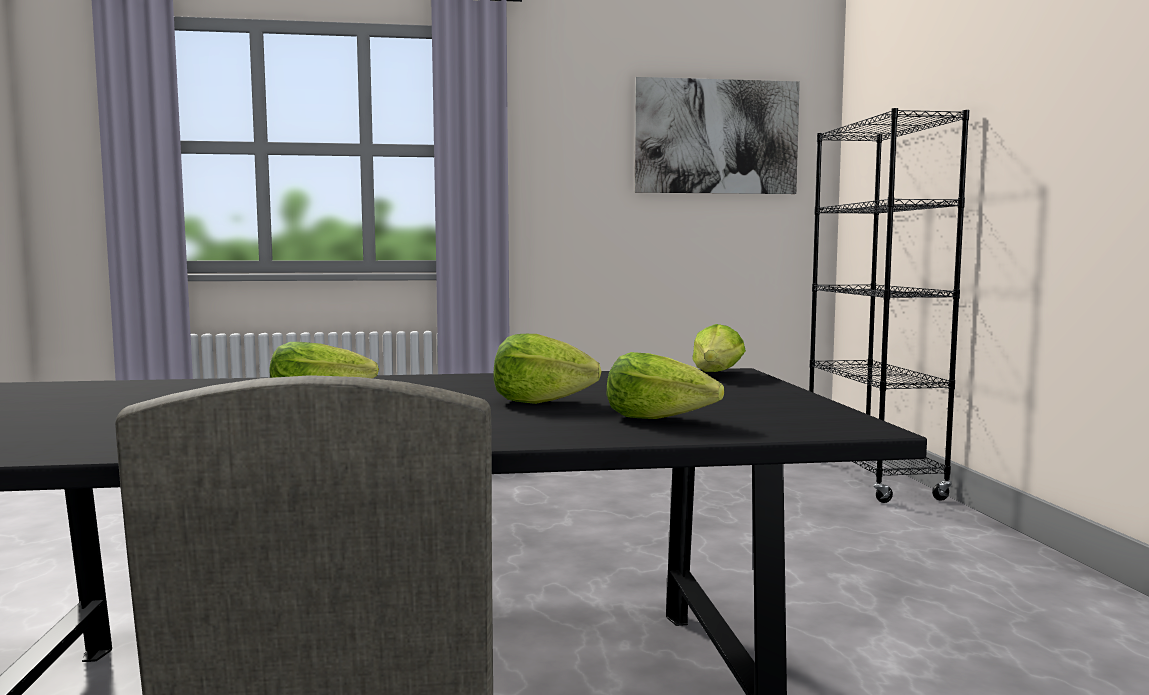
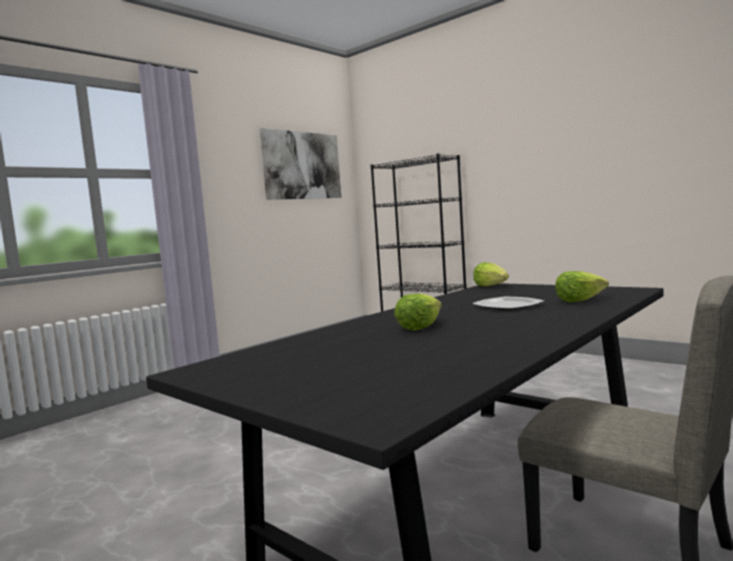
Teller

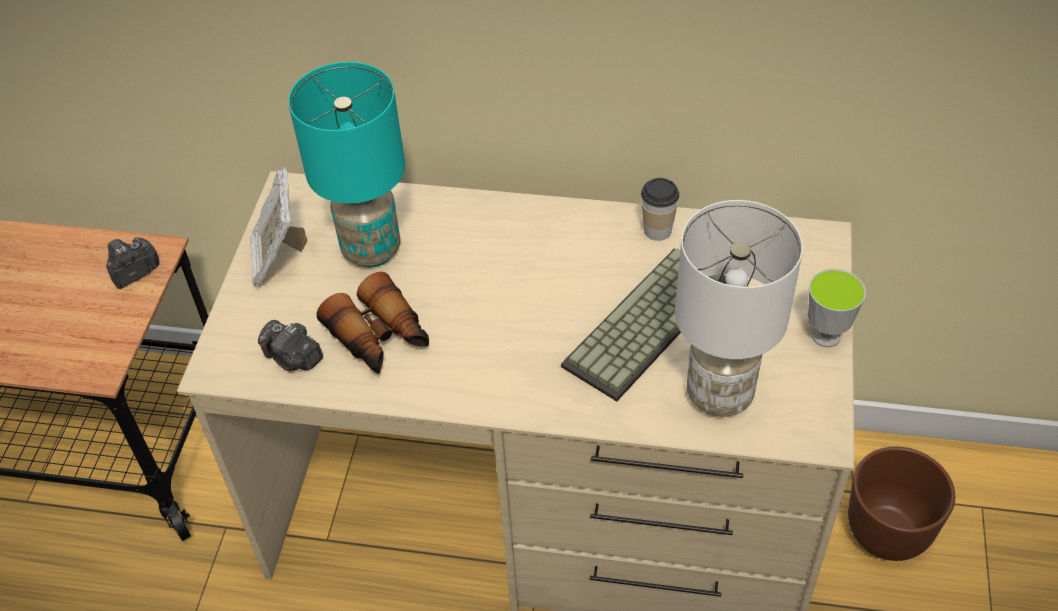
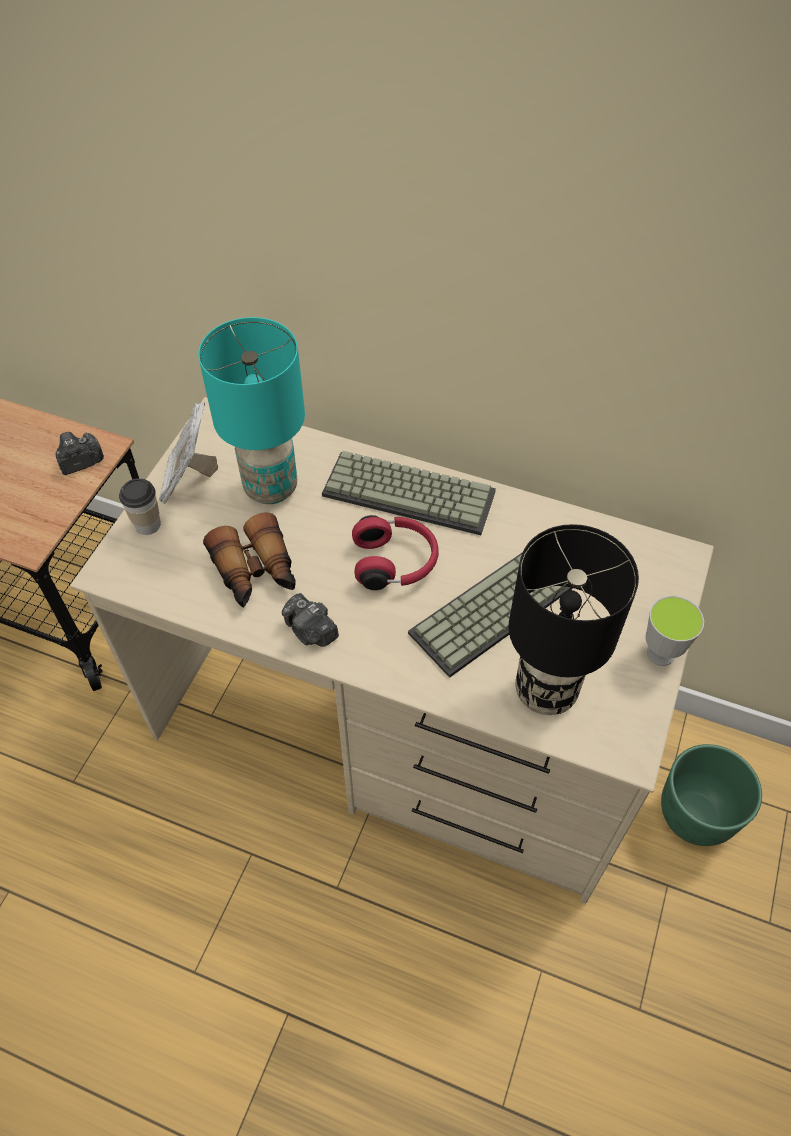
Kamera (2nd from left); Tasse (1st from left); Tischlampe/schwarz; Pflanzkübel/grün; Tastatur (1st from left); Kopfhörer/rot

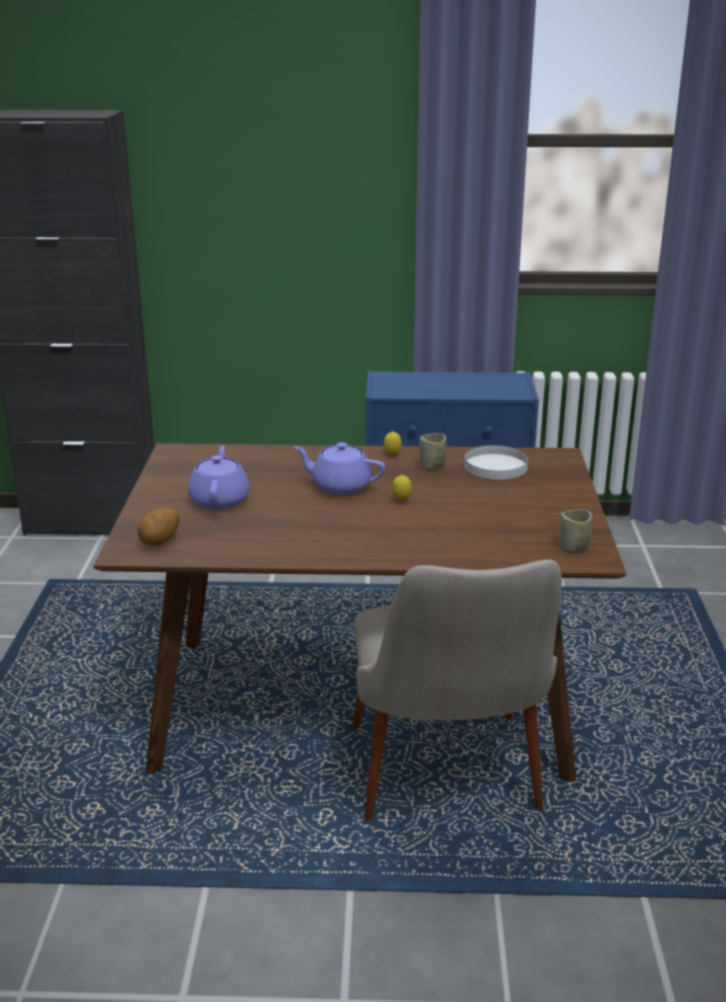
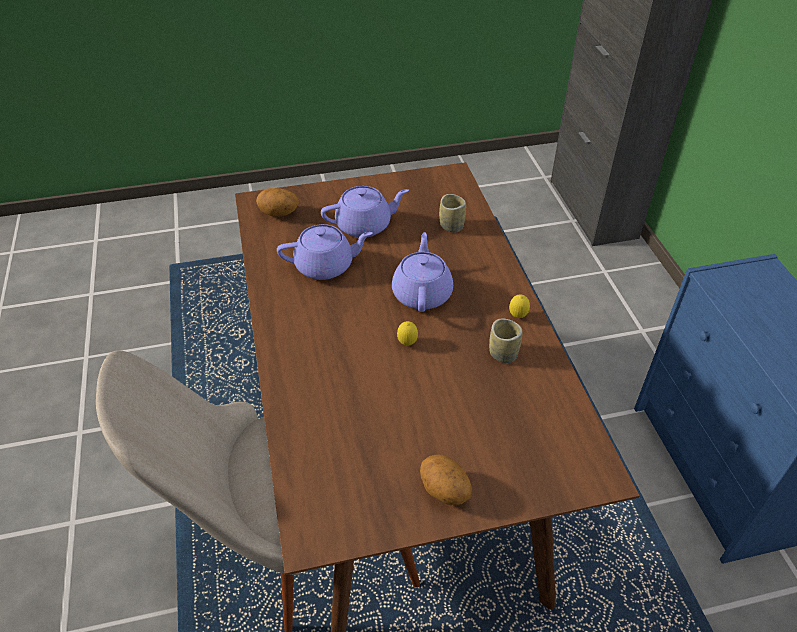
Teller/weiß; Tasse (1st from left); Teekanne/lila (1st from left); Kartoffel (2nd from left)

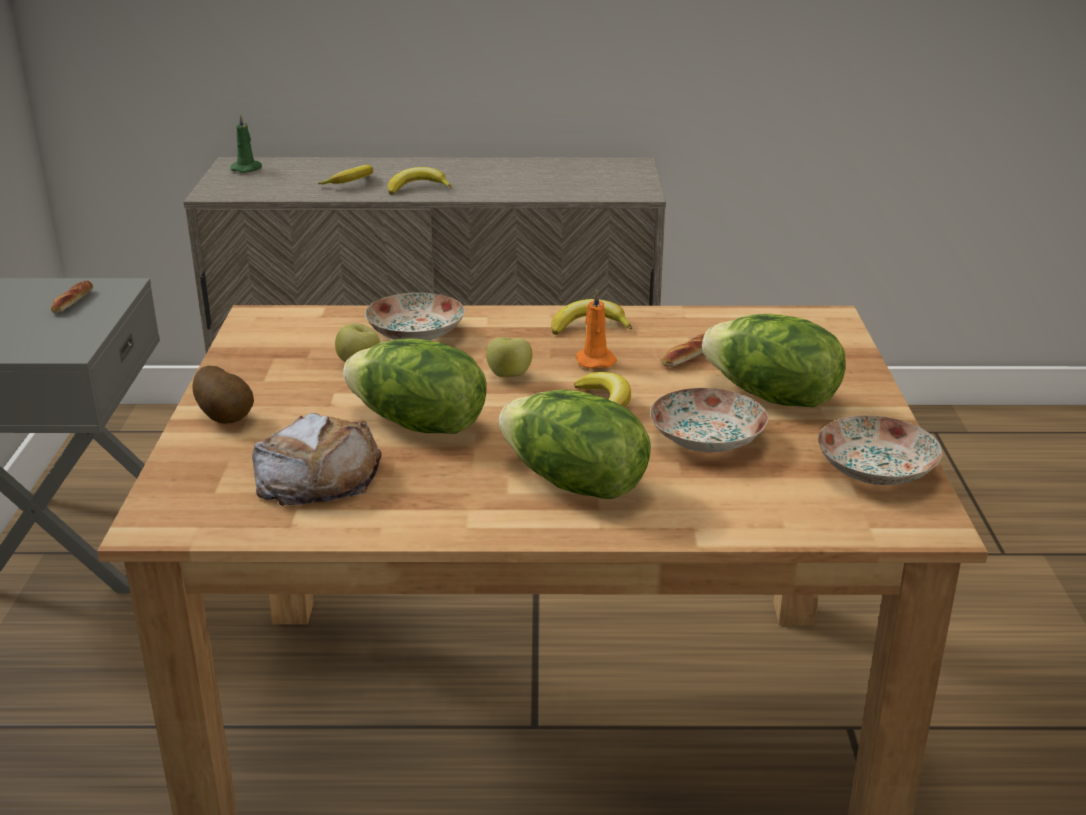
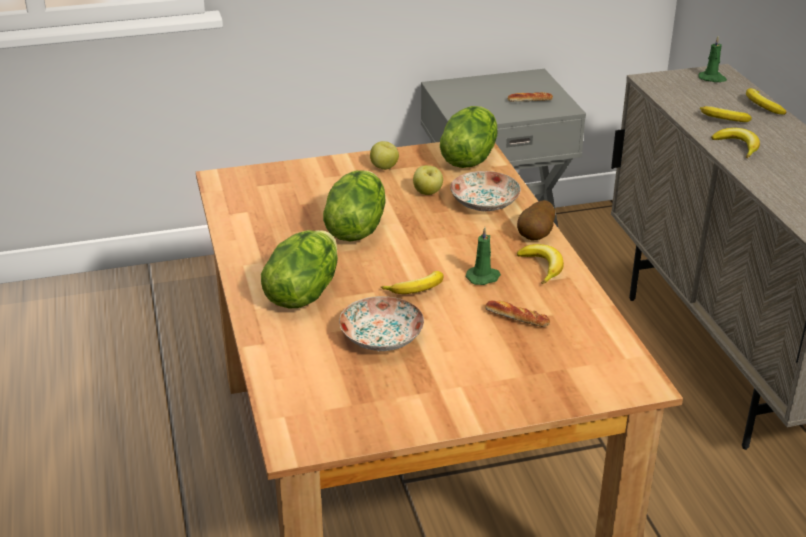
Kartoffel; Brot (2nd from left in the first image); Apfel (1st from left); Kerze/grün (1st from left); Salatkopf (3rd from left); Teller (3rd from left in the first image); Banane (5th from left)

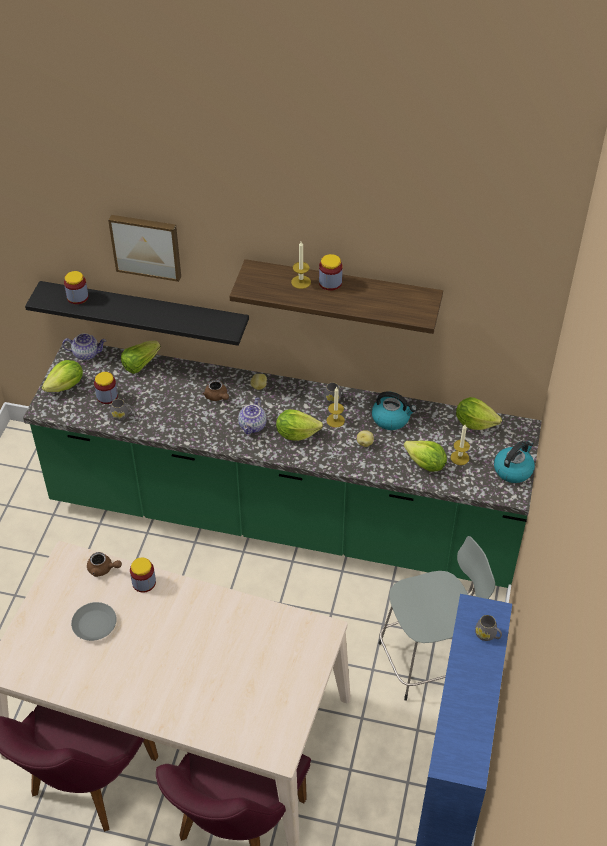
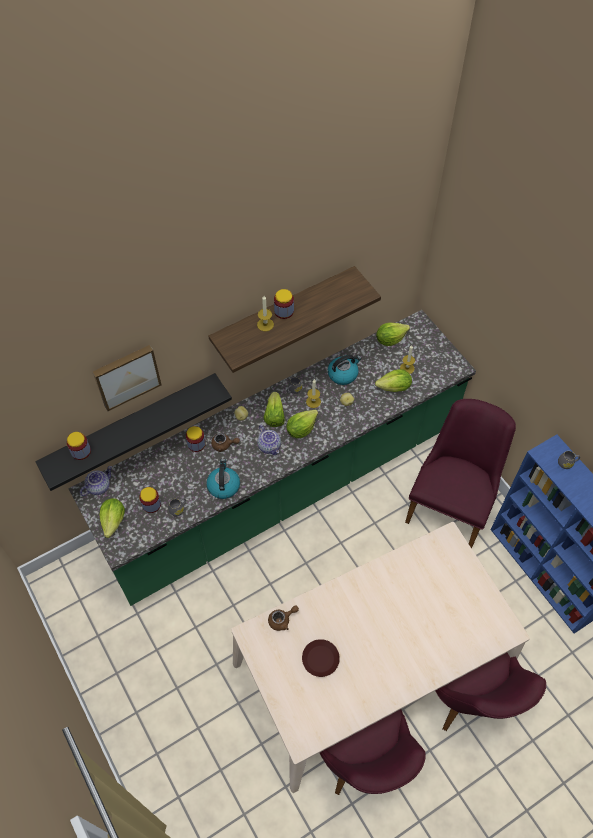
Teller/braun; Salatkopf (2nd from left); Vorratsglas (3rd from left); Stuhl/lila (2nd from left); Wasserkessel (1st from left)

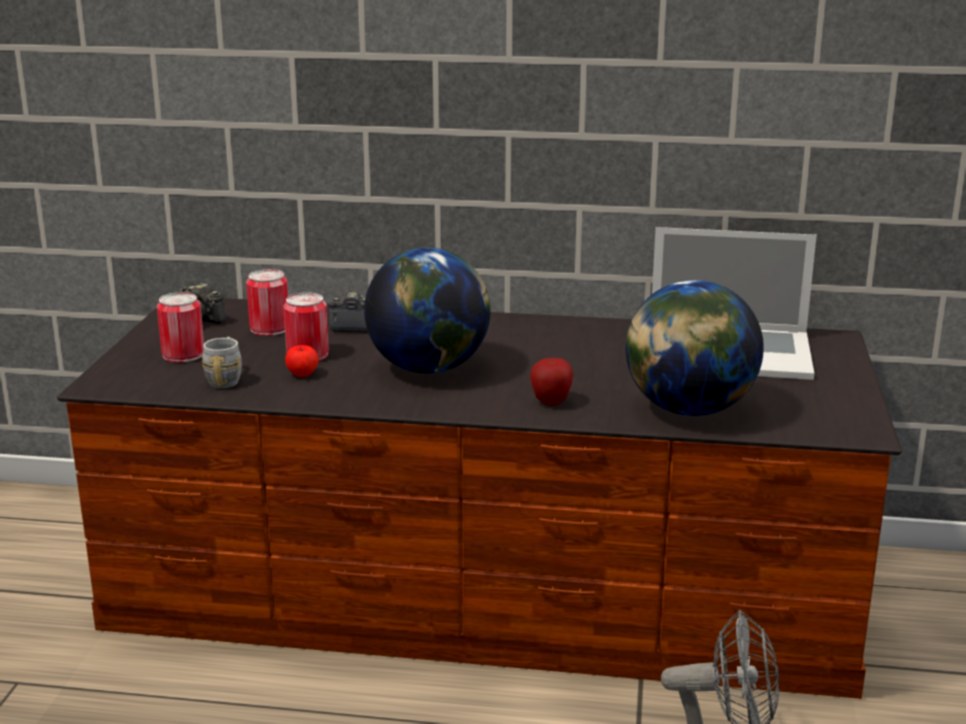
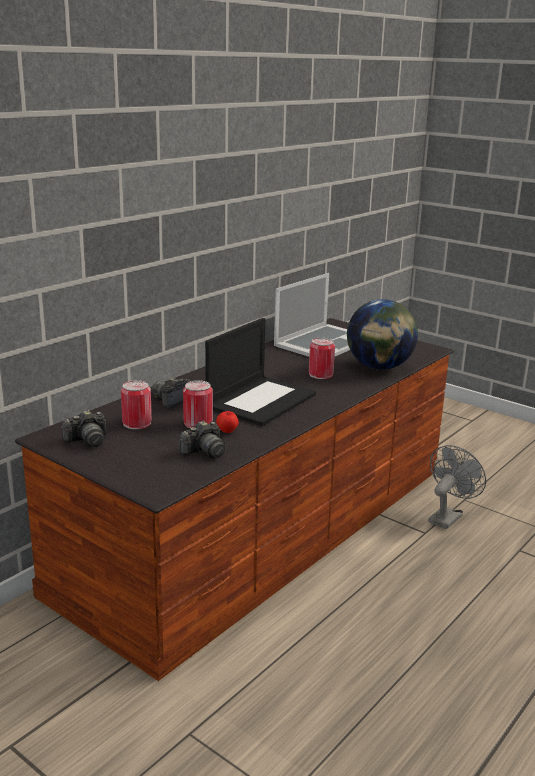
Dose (3rd from left); Kamera (3rd from left); Laptop (1st from left); Apfel (2nd from left in the first image)

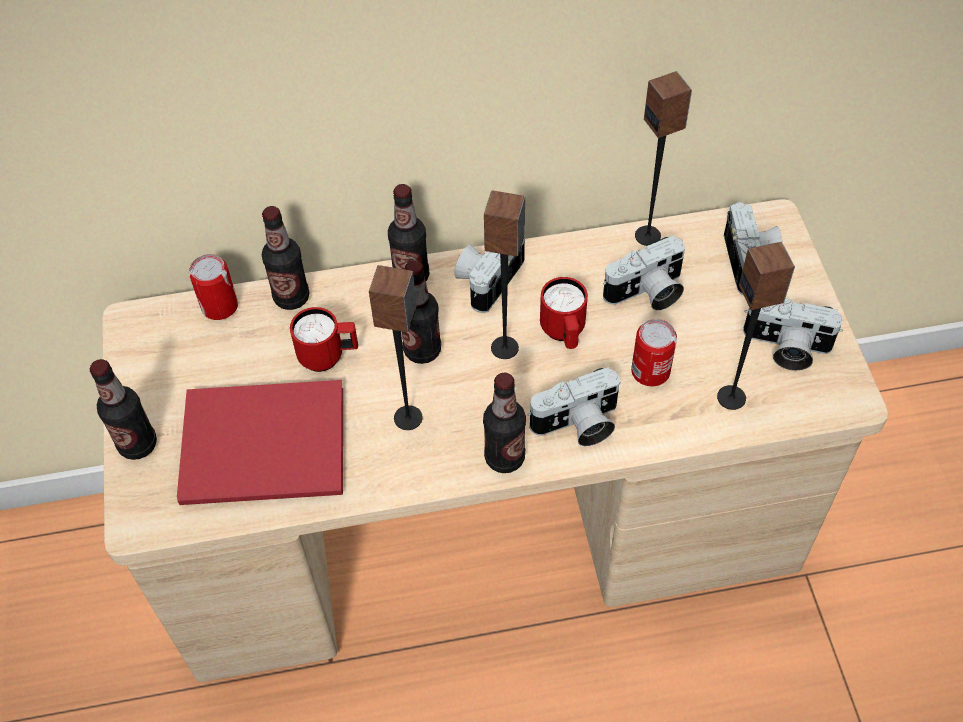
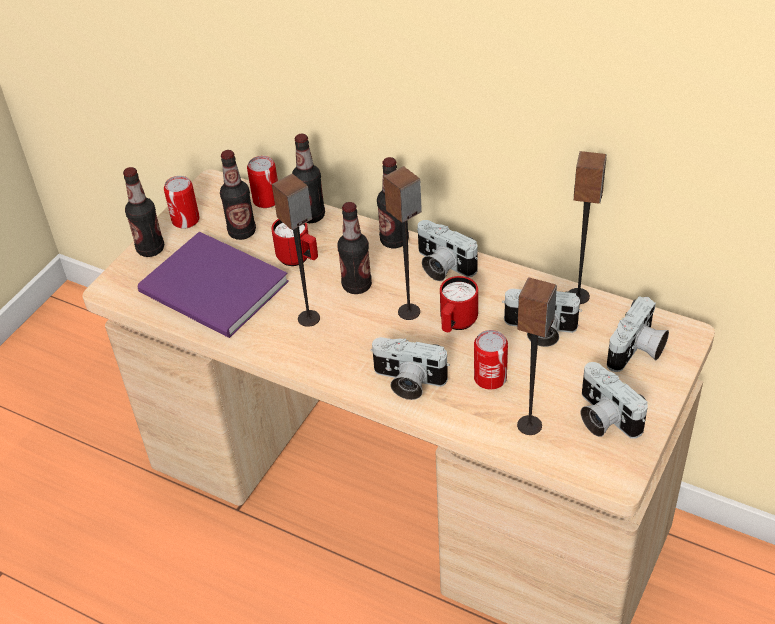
Buch/lila; Kamera (2nd from left); Flasche (2nd from left); Dose (1st from left)

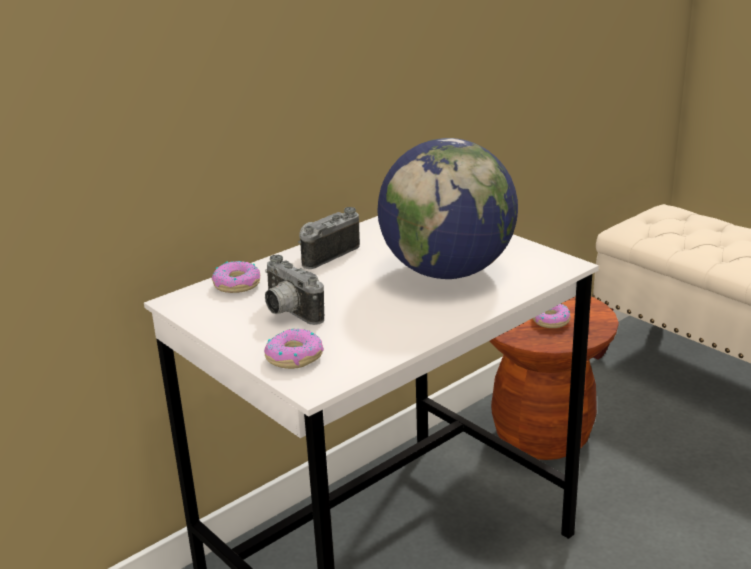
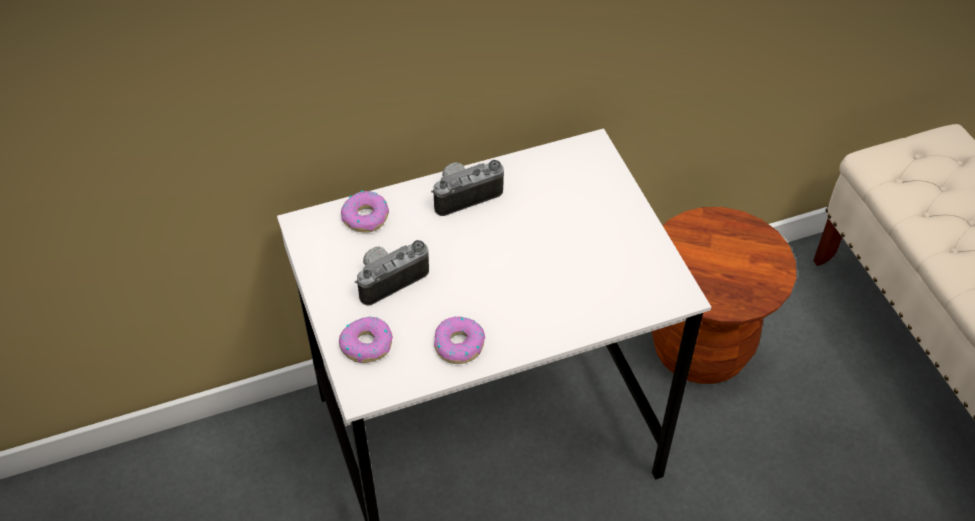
Kamera (1st from left); Globus; Donut (3rd from left)

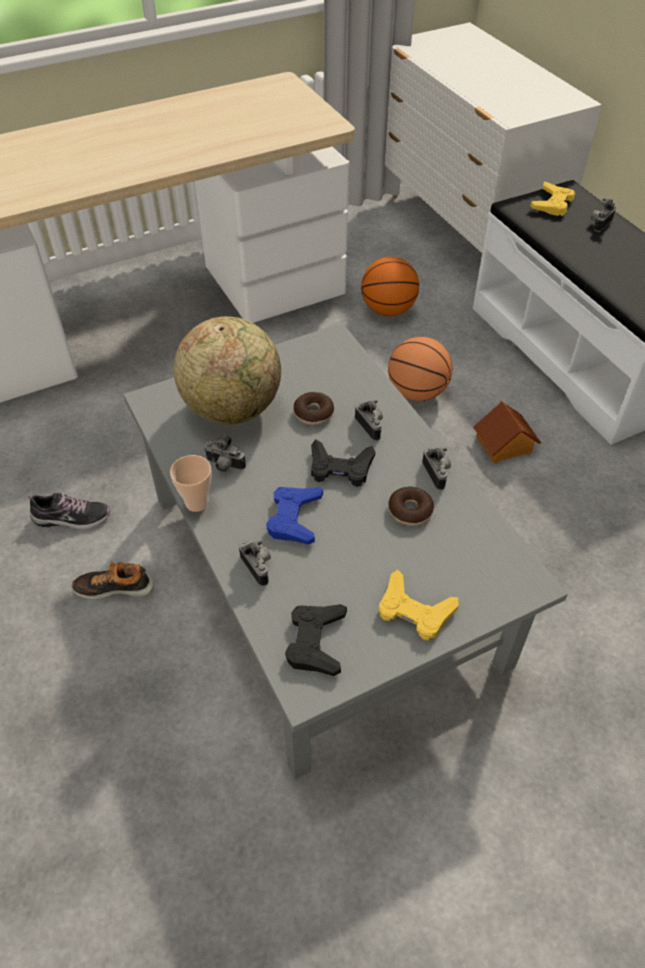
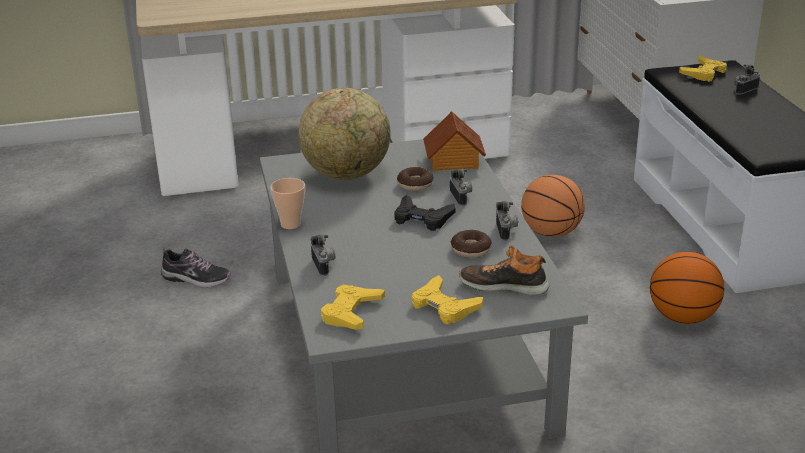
Schuh (2nd from left); Kamera (1st from left in the first image); Gamepad/blau; Gamepad/gelb (1st from left); Basketball (2nd from left); Spielzeughaus

